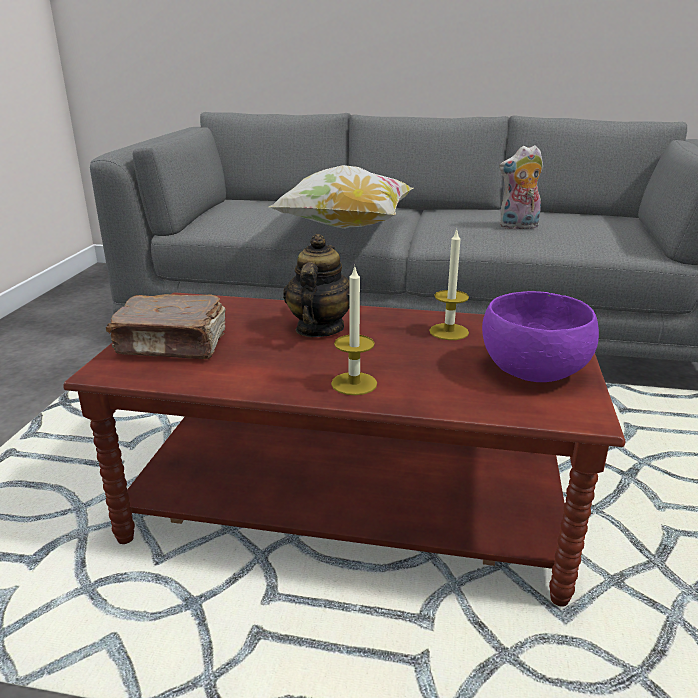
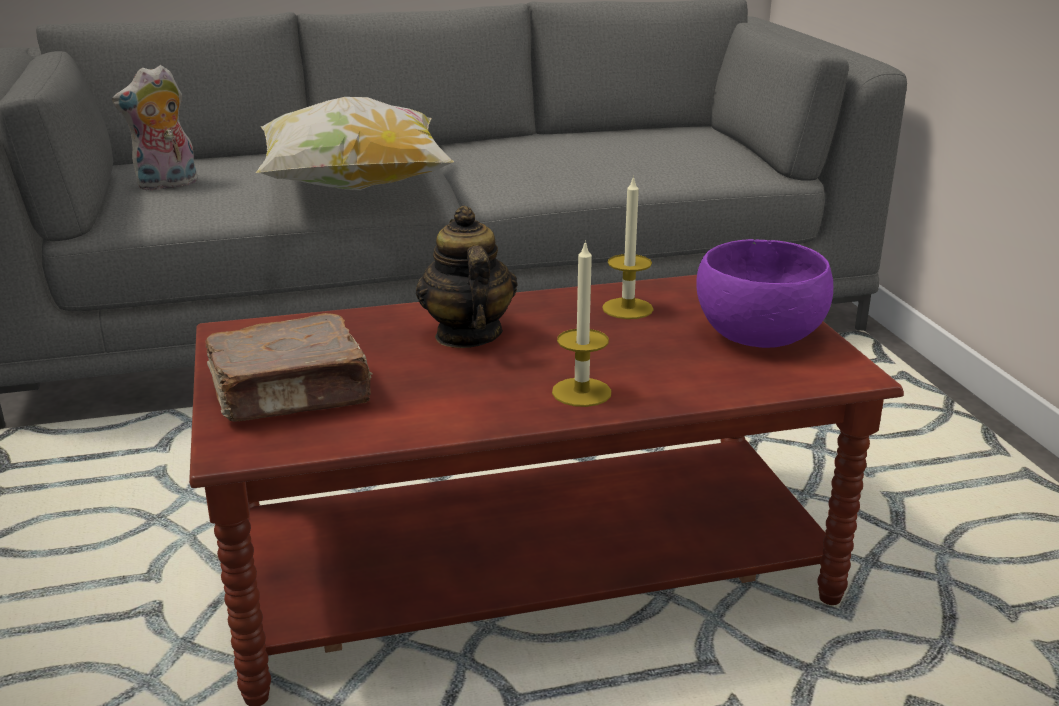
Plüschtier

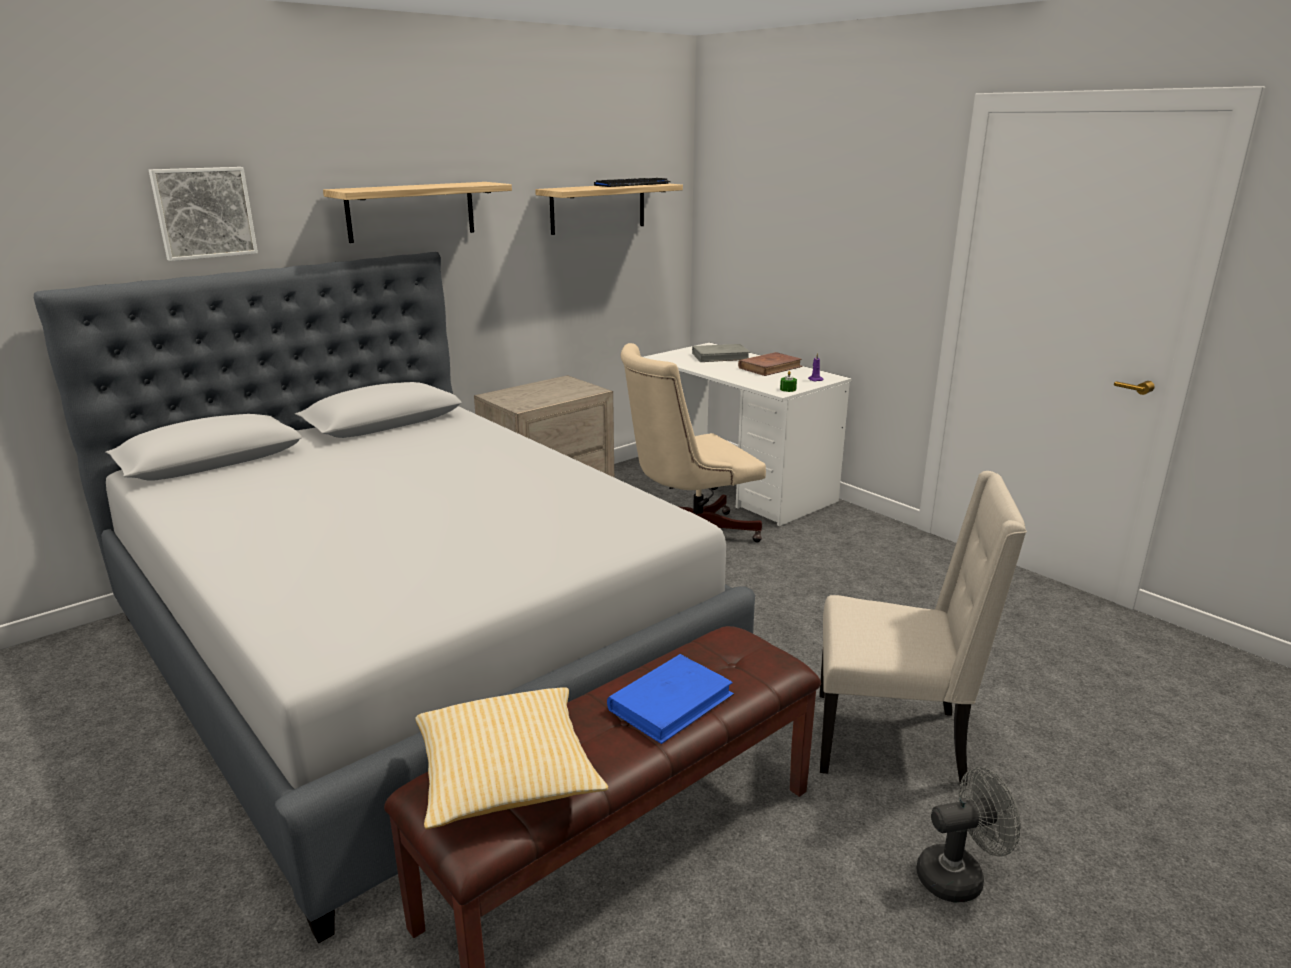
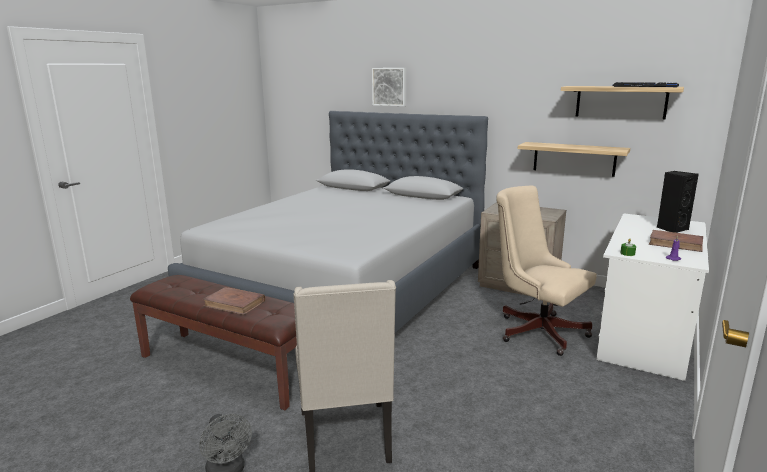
Wandregal (1st from left); Kissen; Buch/braun (1st from left); Lautsprecher/schwarz

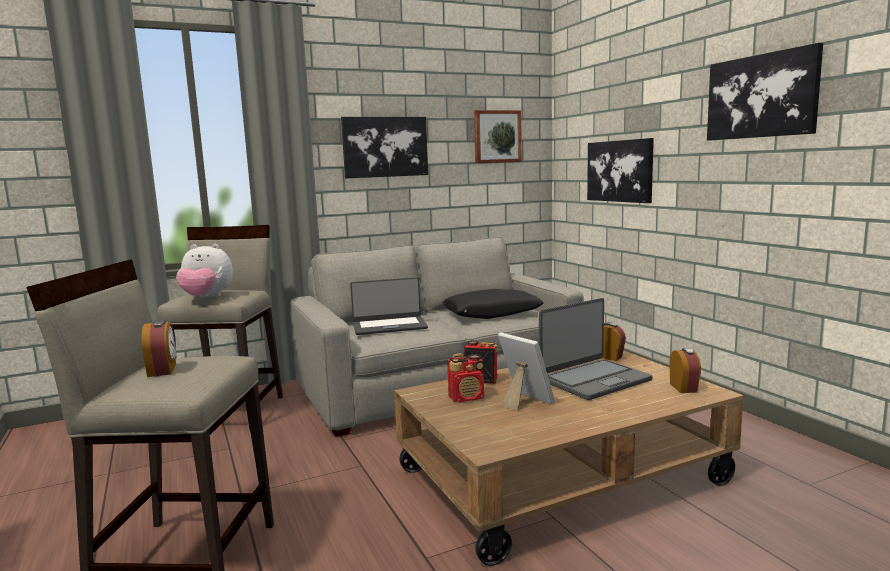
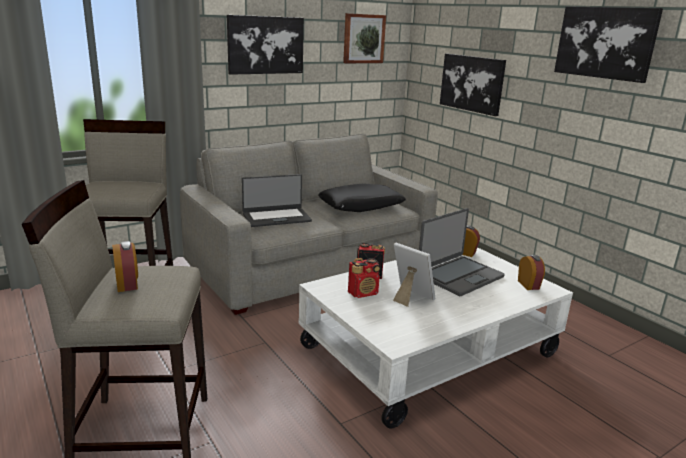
Plüschtier; Couchtisch/weiß

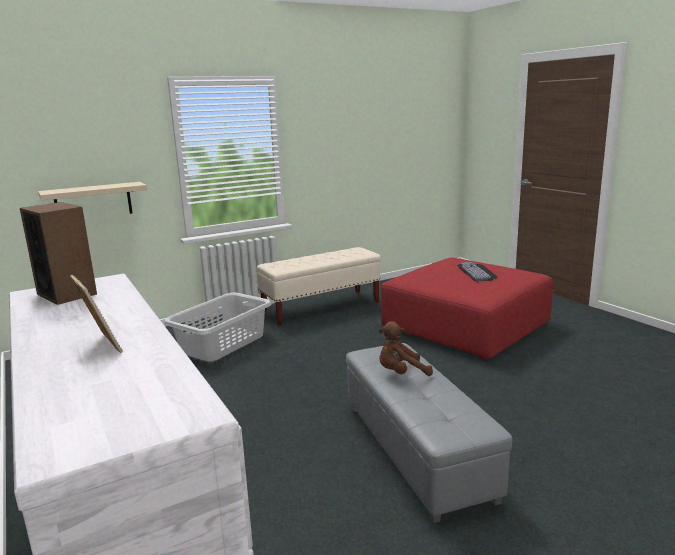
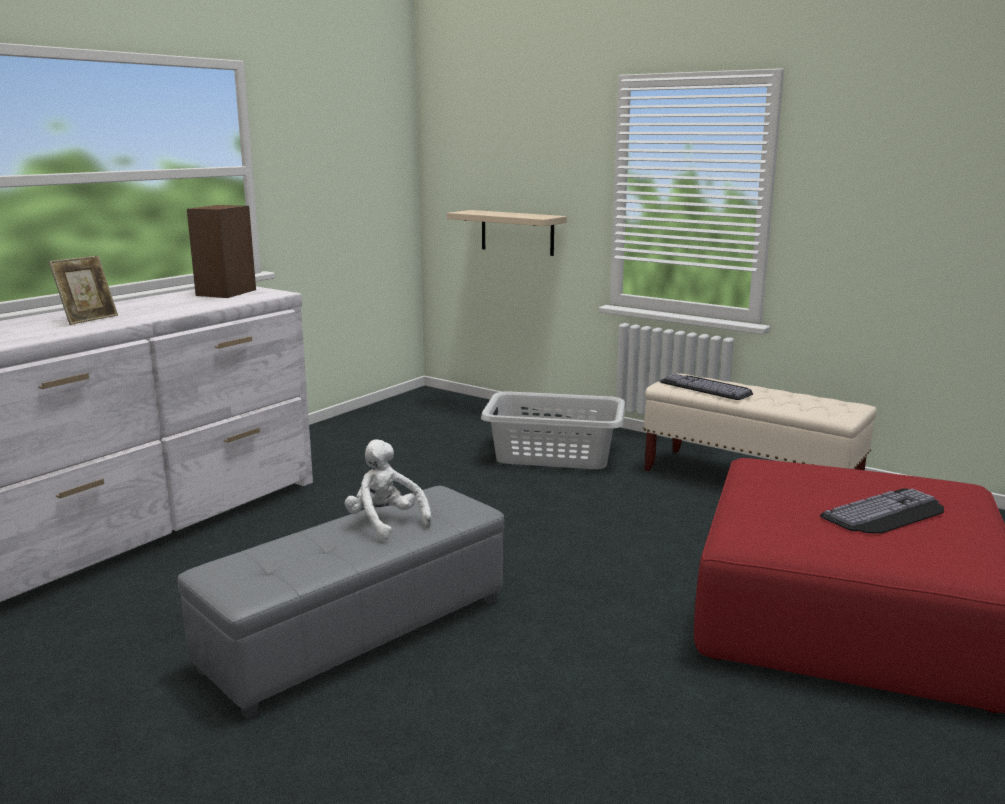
Plüschtier/weiß; Tastatur (1st from left)

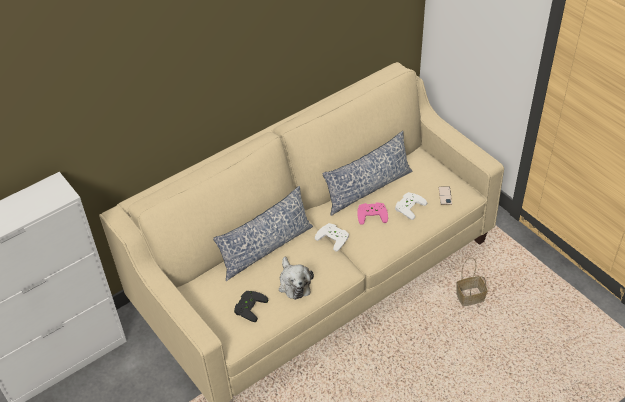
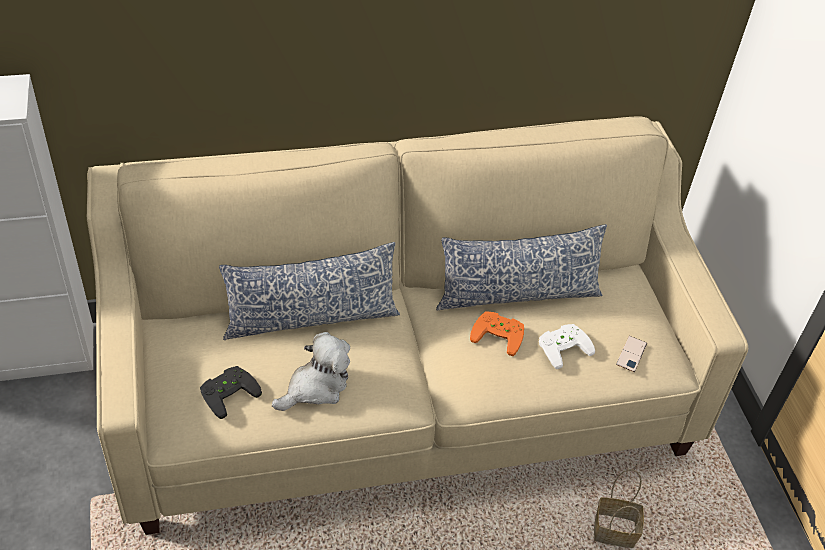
Plüschtier; Gamepad/weiß (1st from left in the first image); Gamepad/orange

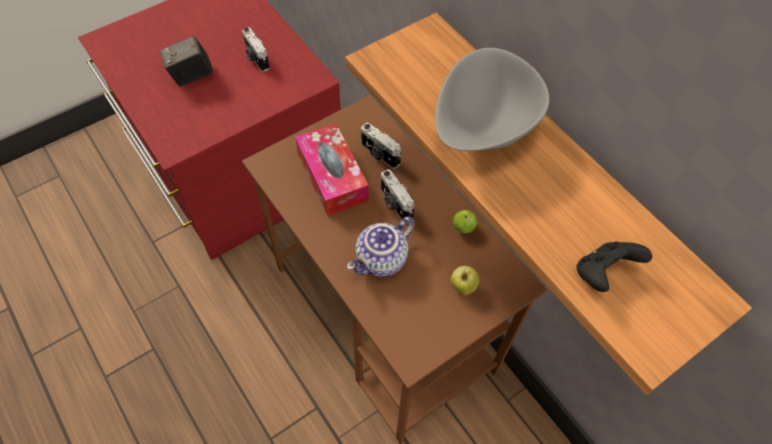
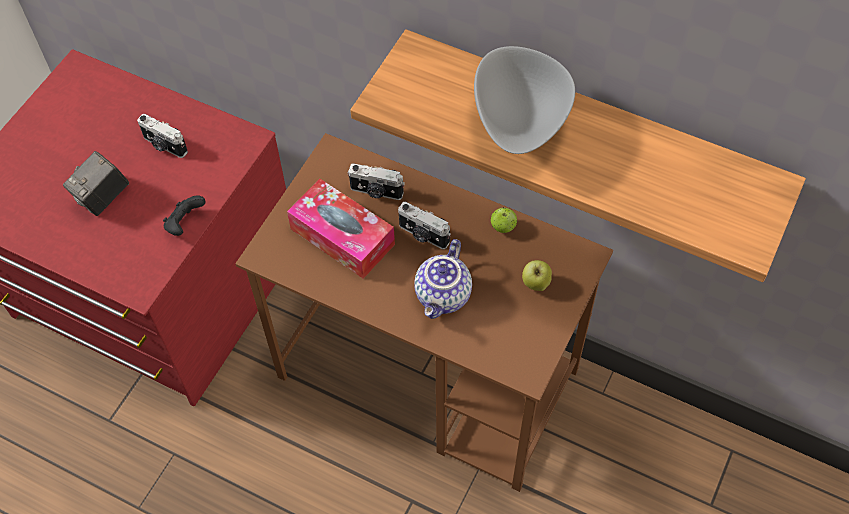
Gamepad/schwarz

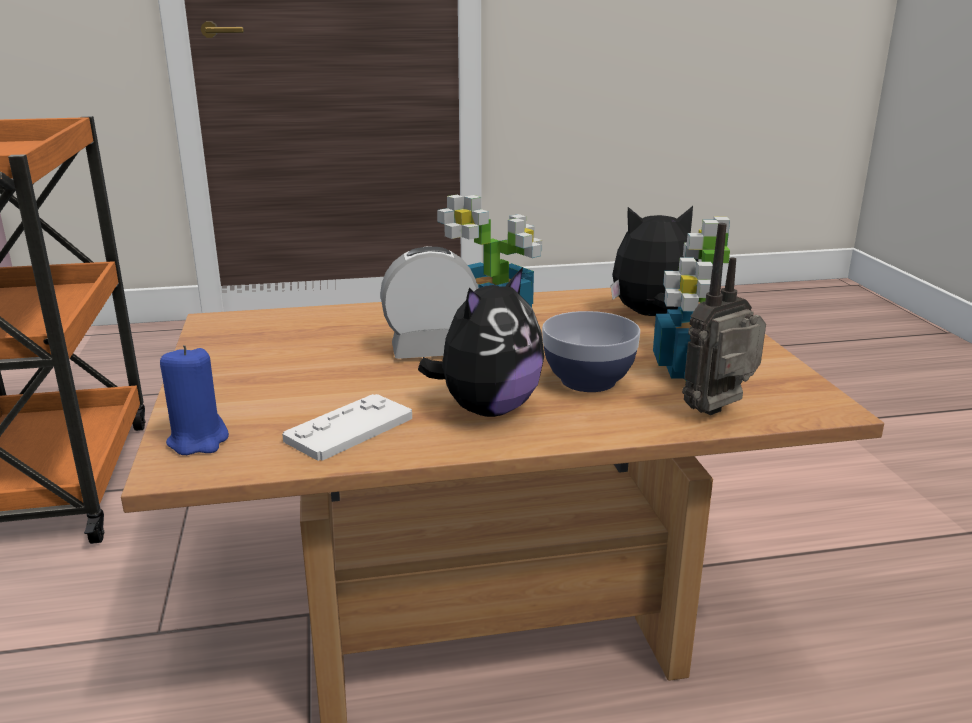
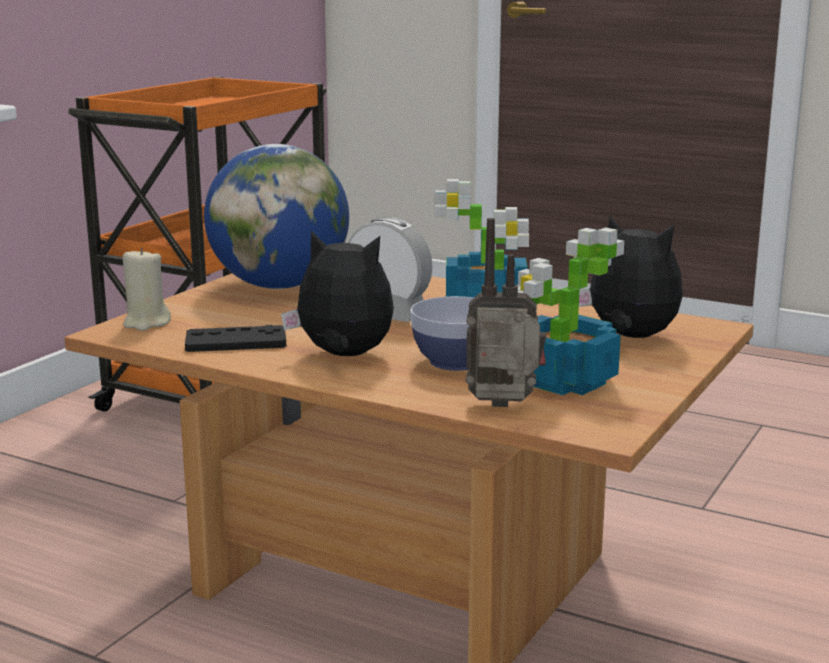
Kerze/beige; Gamepad/schwarz; Plüschtier (1st from left); Globus

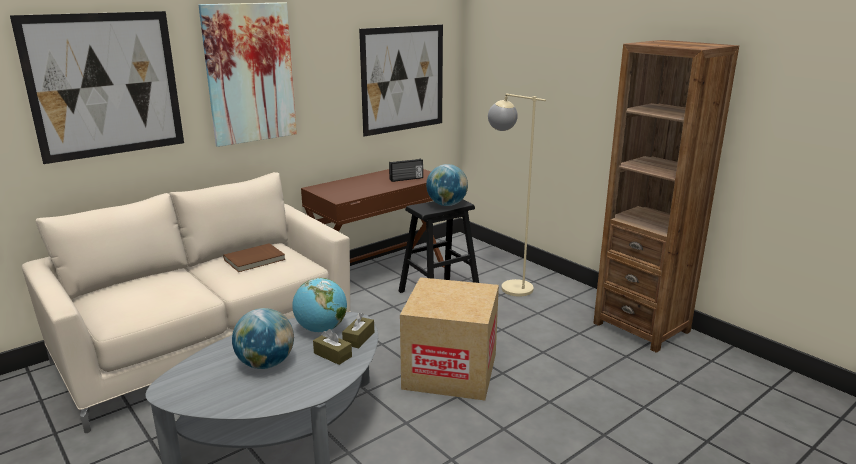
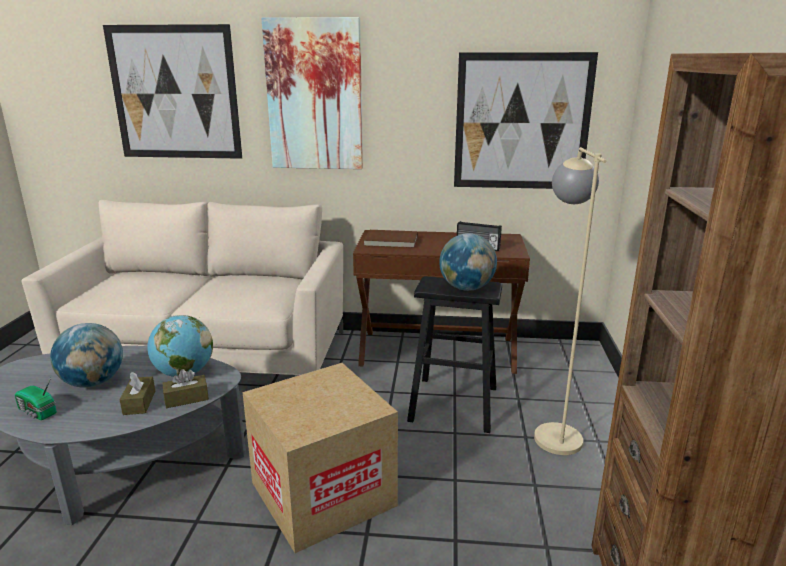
Buch/braun; Radio (1st from left)

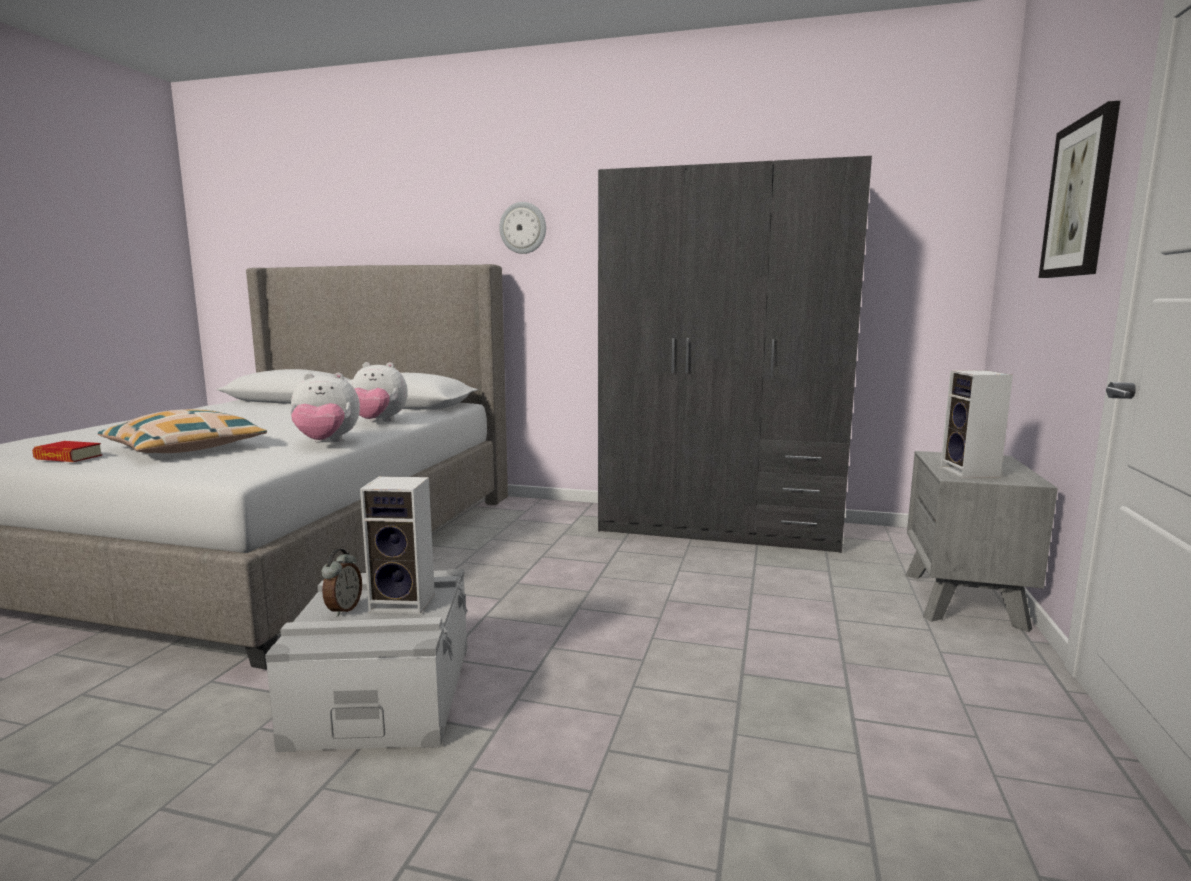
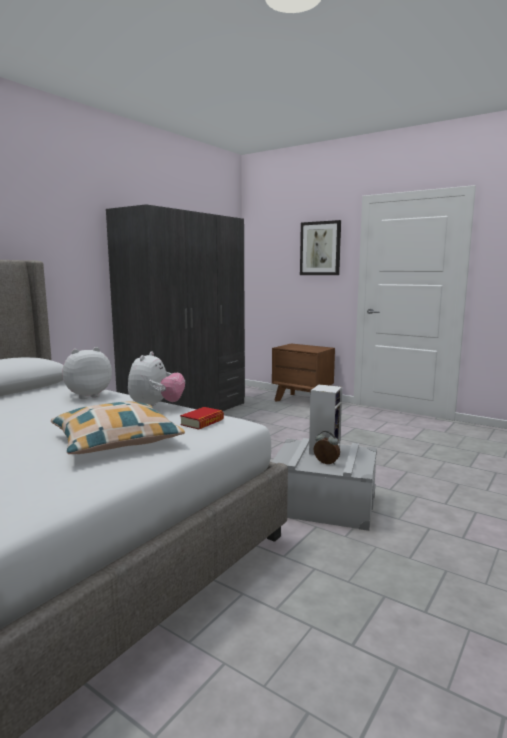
Buch; Plüschtier (1st from left); Wanduhr; Nachttisch/braun; Lautsprecher (2nd from left in the first image)

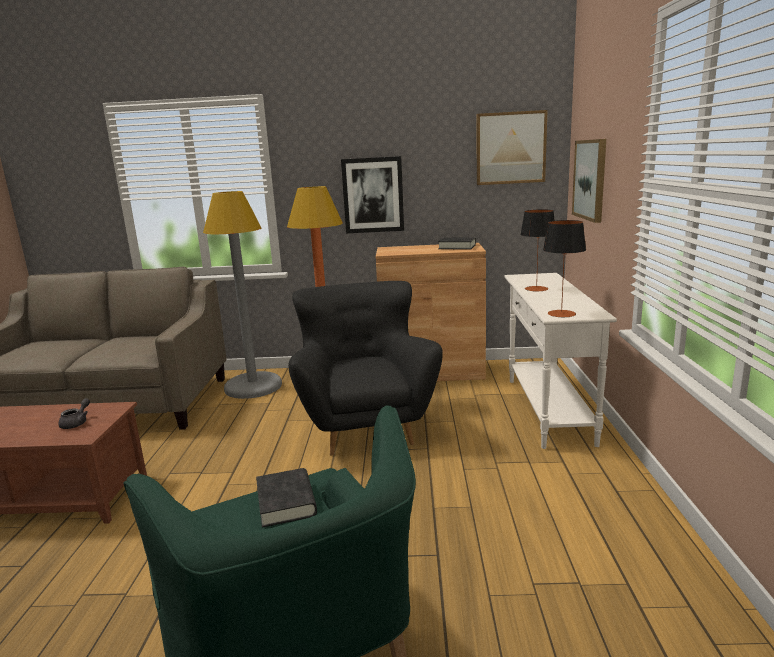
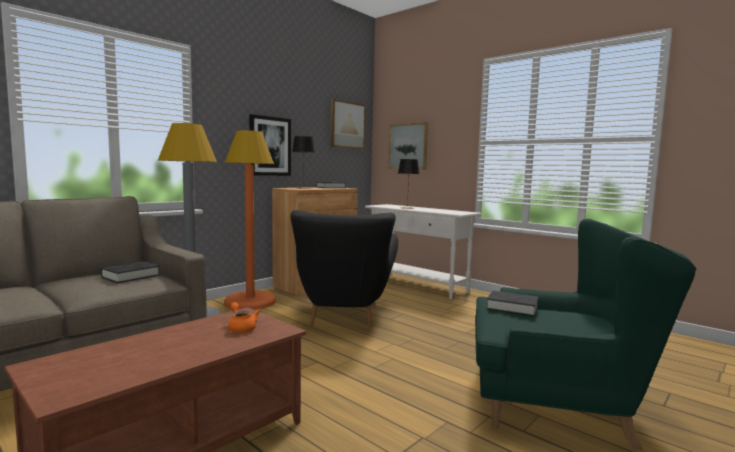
Teekanne/orange; Sessel/schwarz; Tischlampe (1st from left); Buch/schwarz (1st from left)

